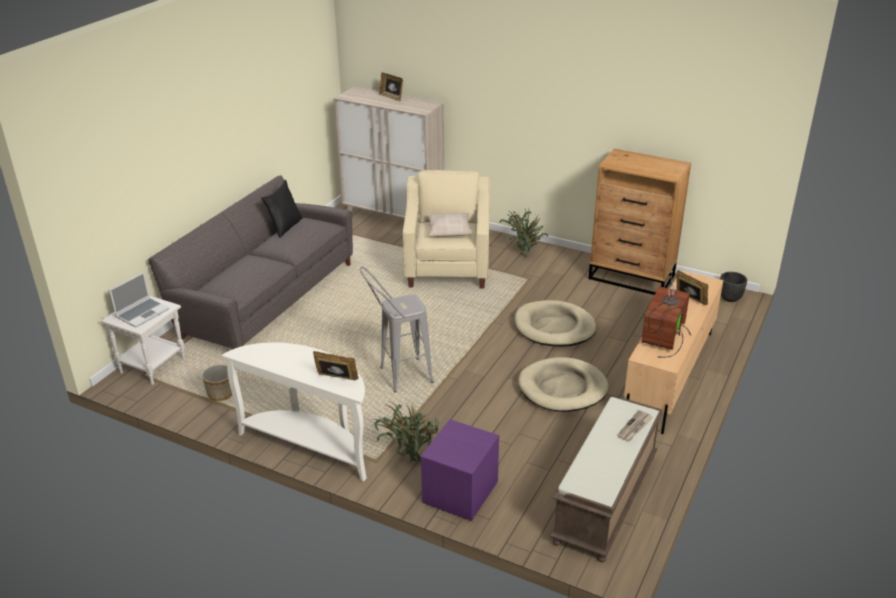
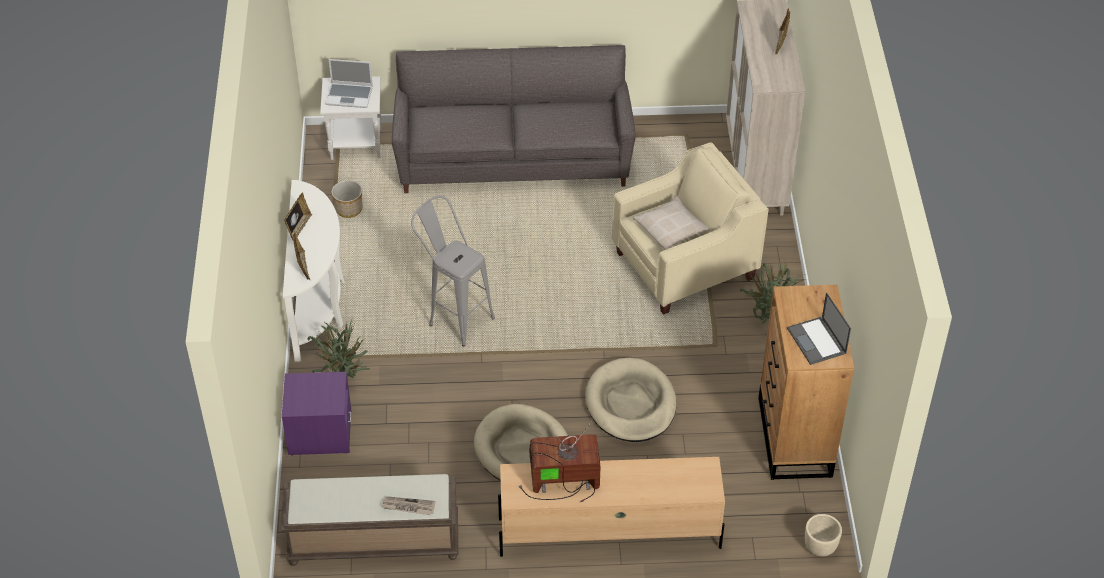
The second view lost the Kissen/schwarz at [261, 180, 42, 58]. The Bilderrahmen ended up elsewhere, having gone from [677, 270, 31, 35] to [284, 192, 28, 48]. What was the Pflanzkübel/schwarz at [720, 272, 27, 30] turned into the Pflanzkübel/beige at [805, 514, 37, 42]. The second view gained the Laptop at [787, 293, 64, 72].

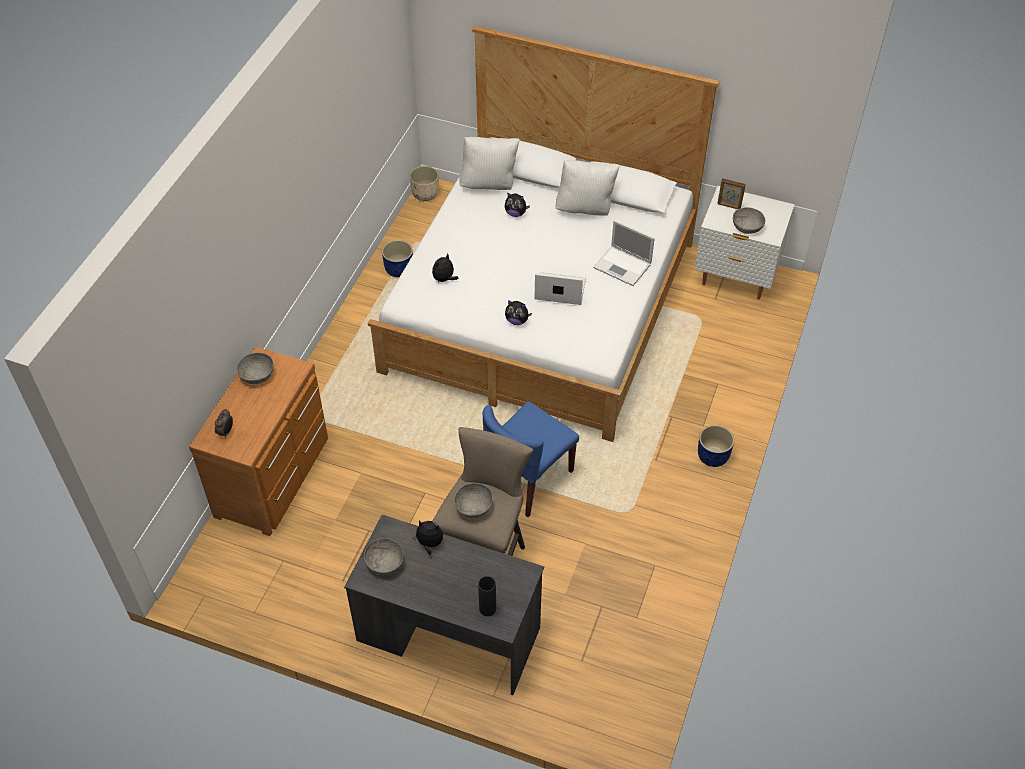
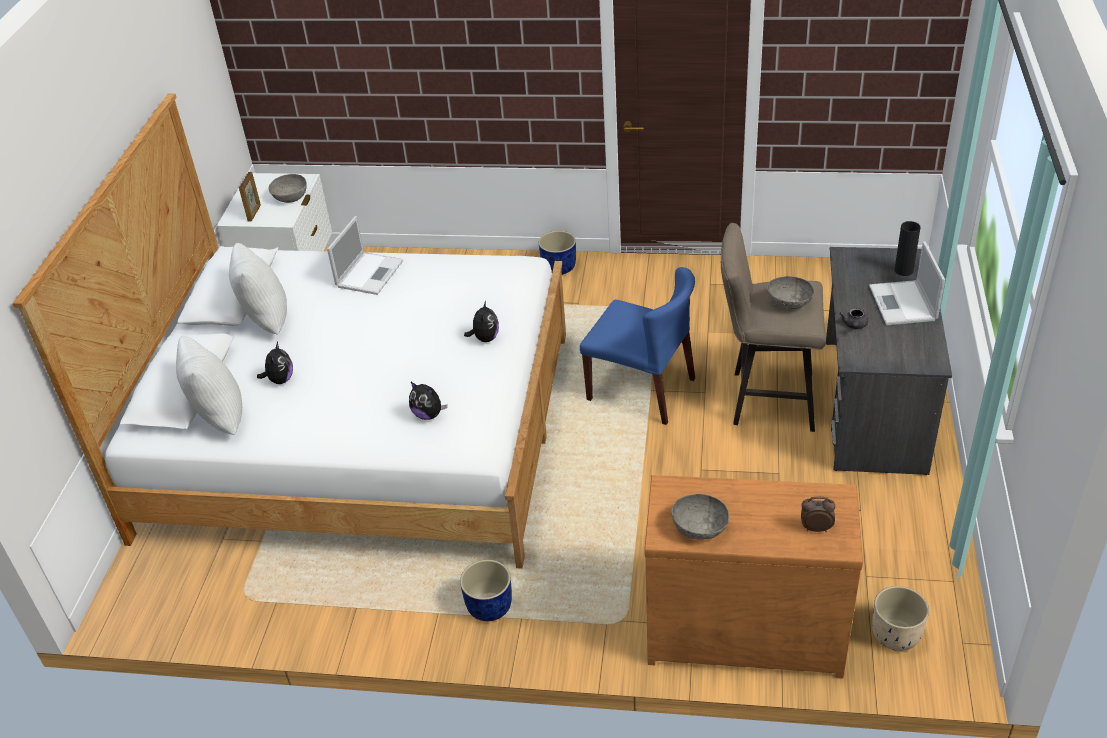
The Pflanzkübel/beige ended up elsewhere, having gone from [410, 166, 29, 35] to [872, 586, 57, 65]. The Pflanzkübel/blau ended up elsewhere, having gone from [382, 240, 31, 37] to [460, 560, 52, 61]. The Laptop ended up elsewhere, having gone from [535, 272, 51, 33] to [869, 241, 76, 84]. Where the Plüschtier stood at [412, 521, 31, 34], the Teekanne/grau came to stand at [839, 308, 29, 21]. The second view lost the Schüssel/grau at [364, 538, 39, 37].

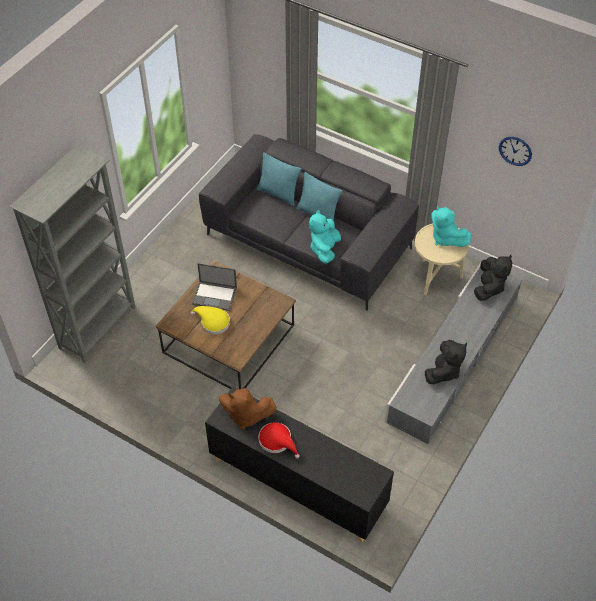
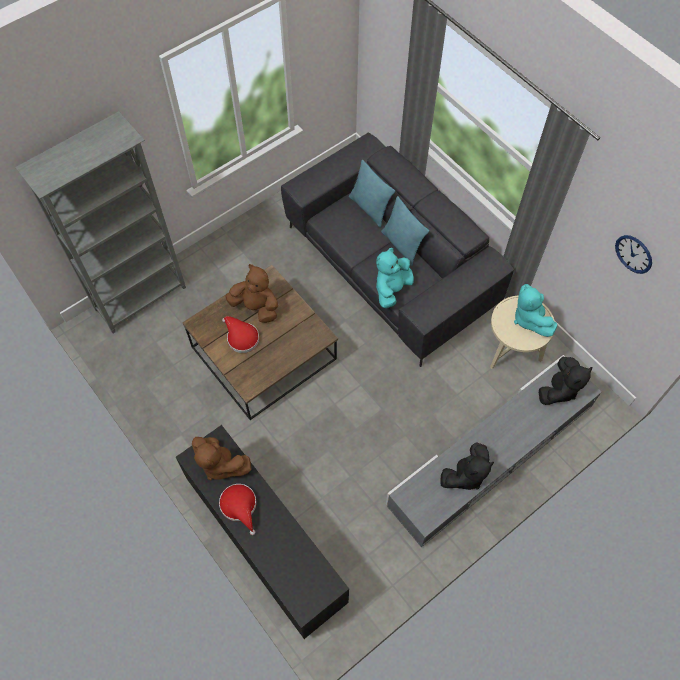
Where the Laptop stood at [192, 263, 45, 48], the Plüschtier/braun came to stand at [225, 264, 53, 59]. What was the Hut/gelb at [191, 306, 39, 28] turned into the Hut/rot at [222, 316, 37, 37].

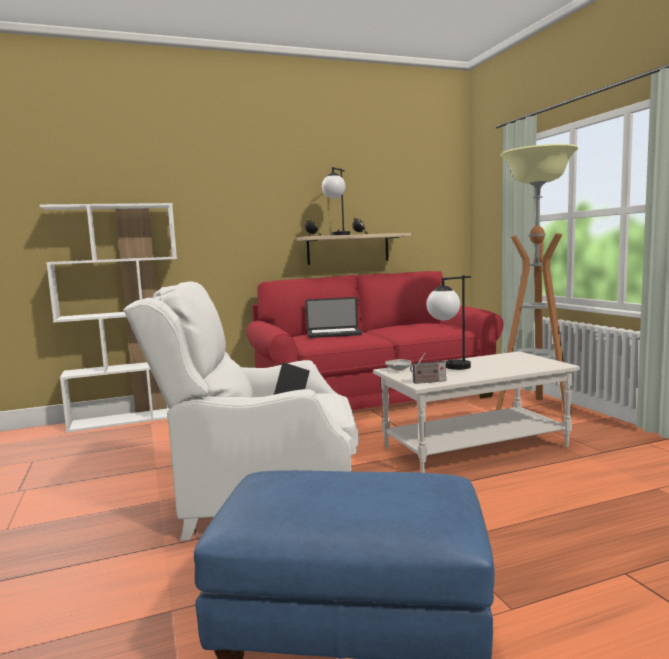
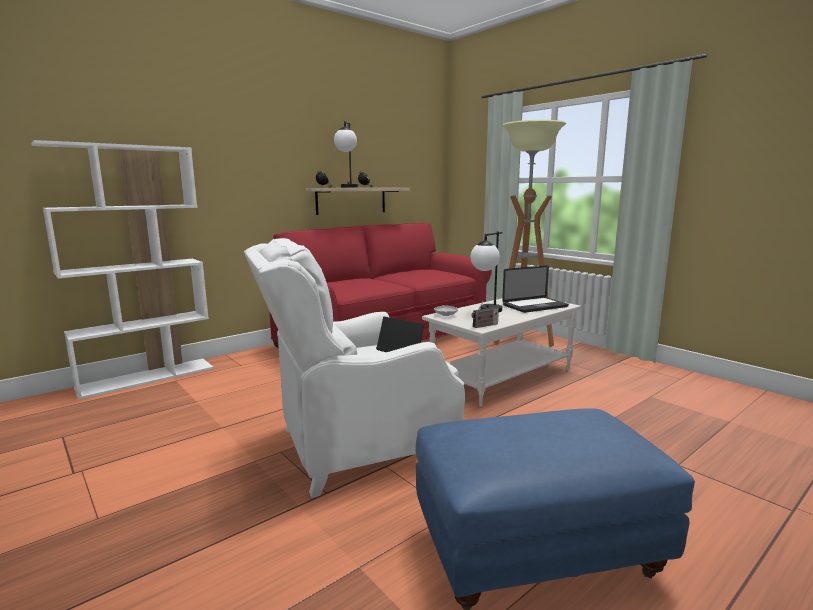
The Laptop ended up elsewhere, having gone from [305, 297, 57, 41] to [502, 265, 67, 48].

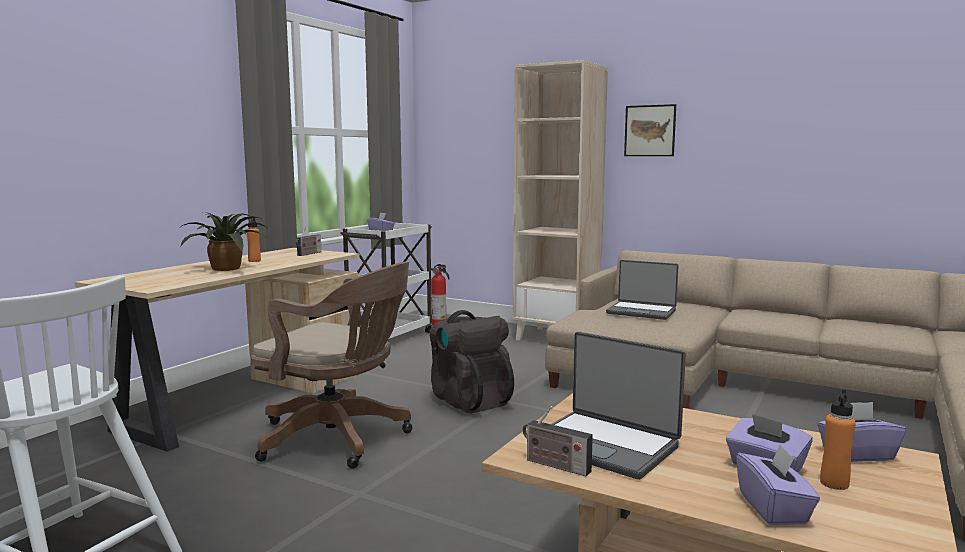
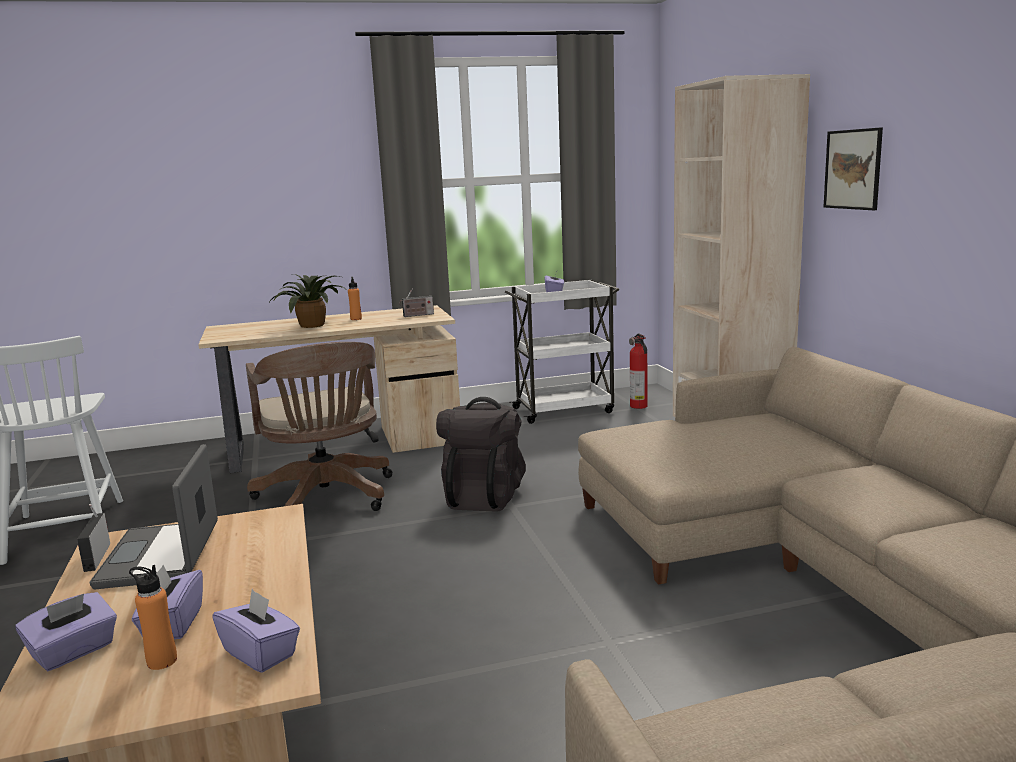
The second view lost the Laptop at [606, 260, 73, 60].

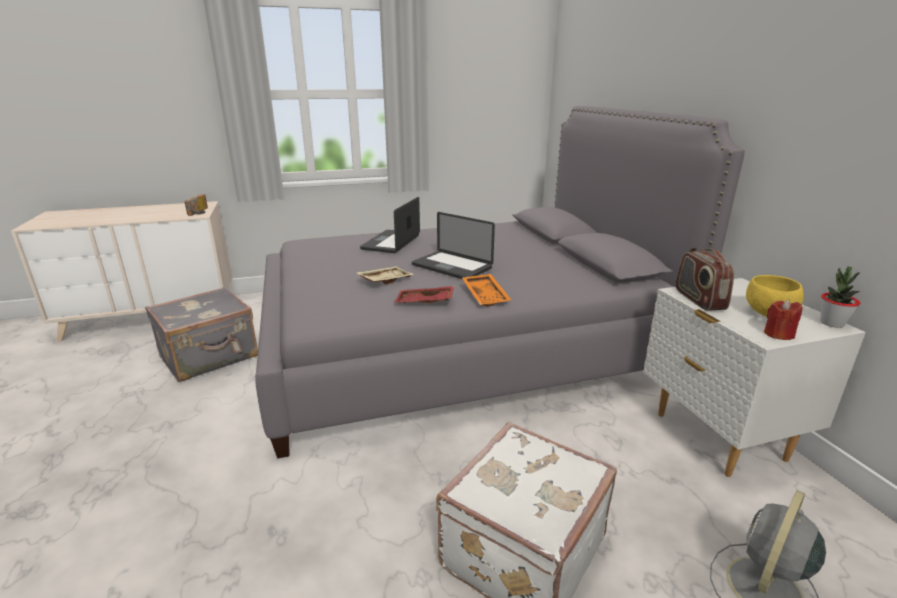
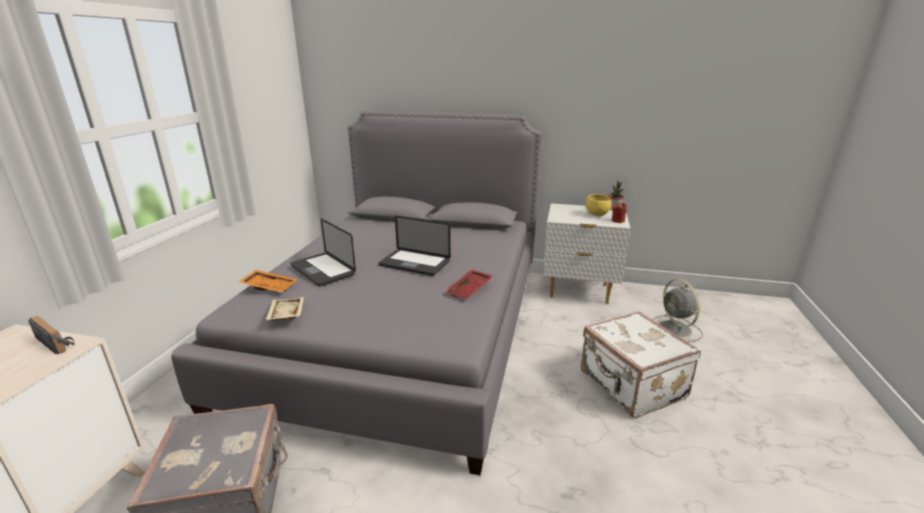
The Laptop at [412, 212, 83, 67] ended up facing another way, 45 degrees clockwise from before. The second view lost the Radio at [675, 248, 59, 63]. The Tablett/beige ended up elsewhere, having gone from [356, 266, 59, 18] to [265, 297, 39, 24]. The Tablett/orange ended up elsewhere, having gone from [462, 274, 49, 33] to [239, 270, 58, 23].

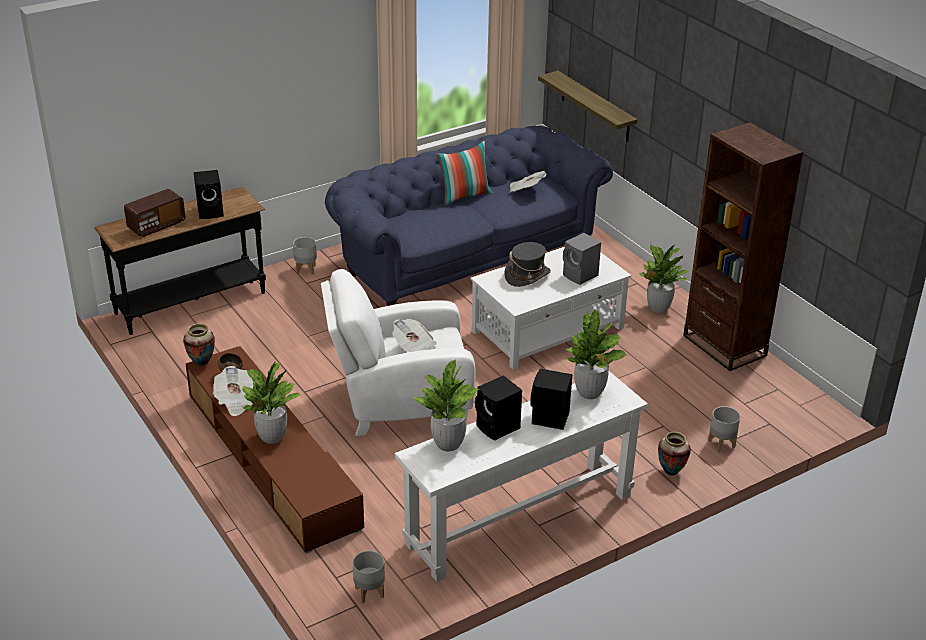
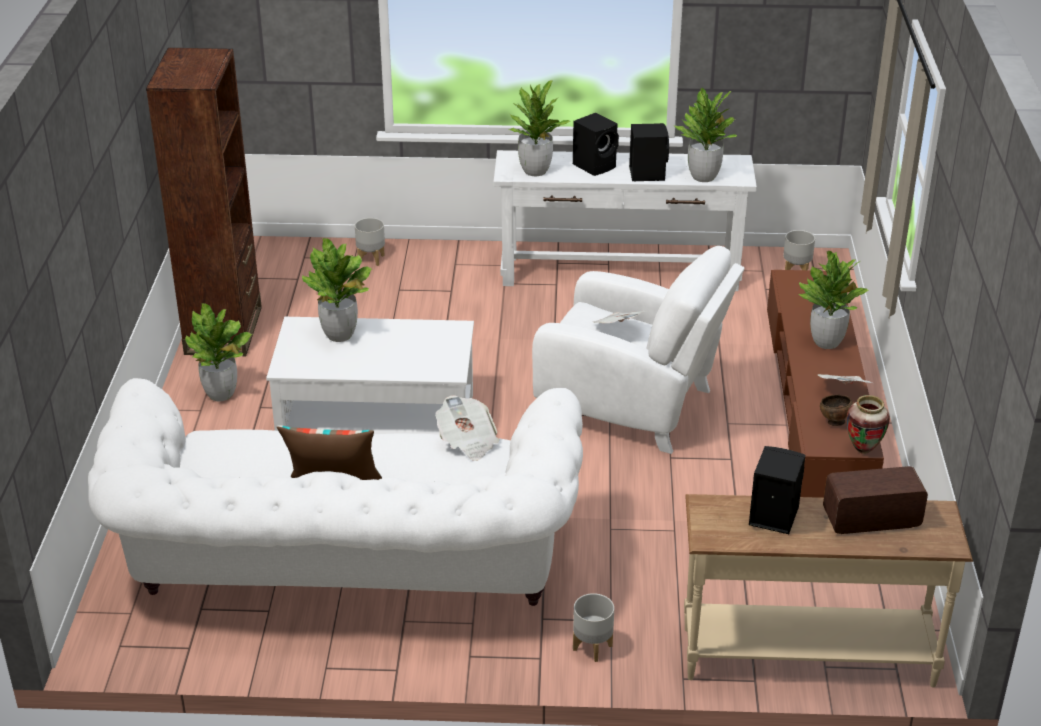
The second view lost the Wandregal at [538, 71, 99, 71]. What was the Sofa/blau at [325, 126, 288, 180] turned into the Sofa/weiß at [88, 378, 495, 228]. The Zeitung ended up elsewhere, having gone from [510, 171, 37, 21] to [435, 395, 65, 66]. What was the Konsolentisch/schwarz at [94, 187, 172, 148] turned into the Konsolentisch/beige at [684, 494, 289, 193]. Where the Lautsprecher/grau stood at [563, 233, 38, 52], the Topfpflanze came to stand at [302, 238, 70, 104]. The second view lost the Hut/grau at [504, 242, 47, 45]. The second view lost the Vase at [658, 432, 33, 44].

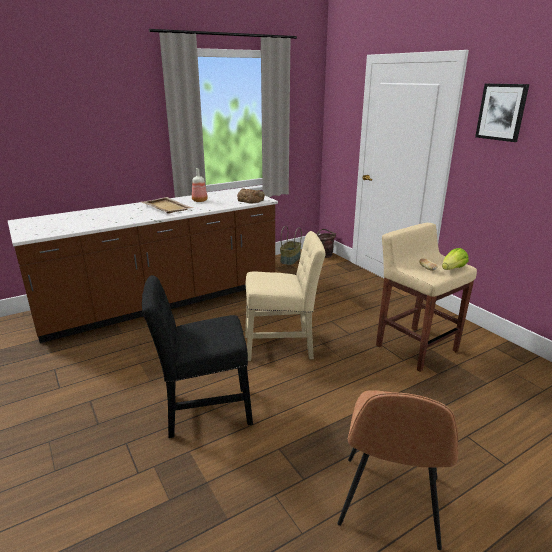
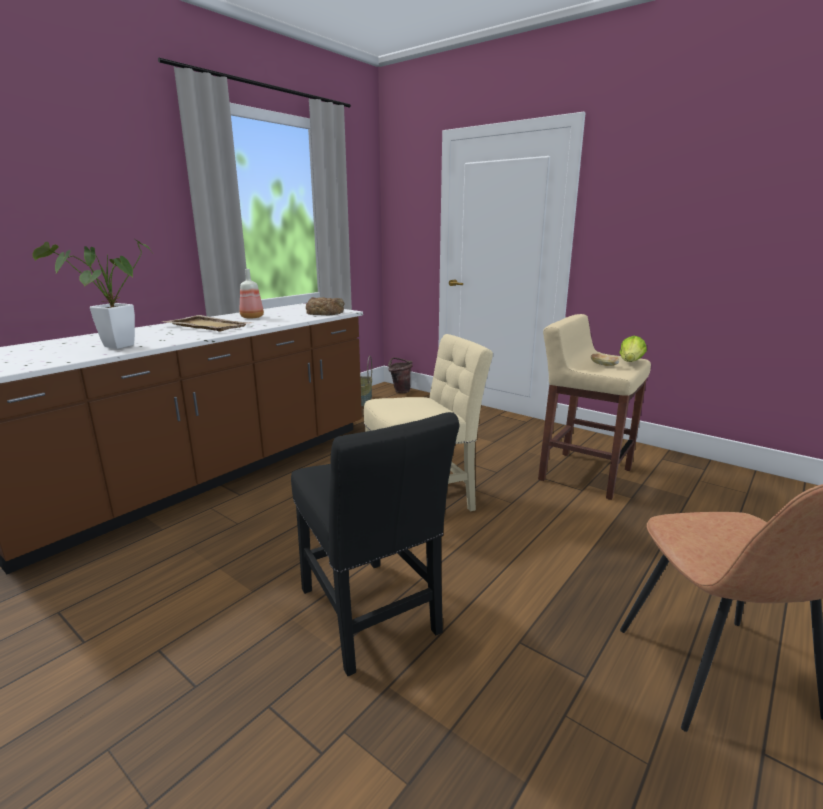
The second view lost the Bild at [475, 84, 54, 58]. The Stuhl/schwarz at [142, 275, 111, 163] ended up facing another way, 90 degrees counterclockwise from before. The second view gained the Topfpflanze at [32, 239, 120, 110].

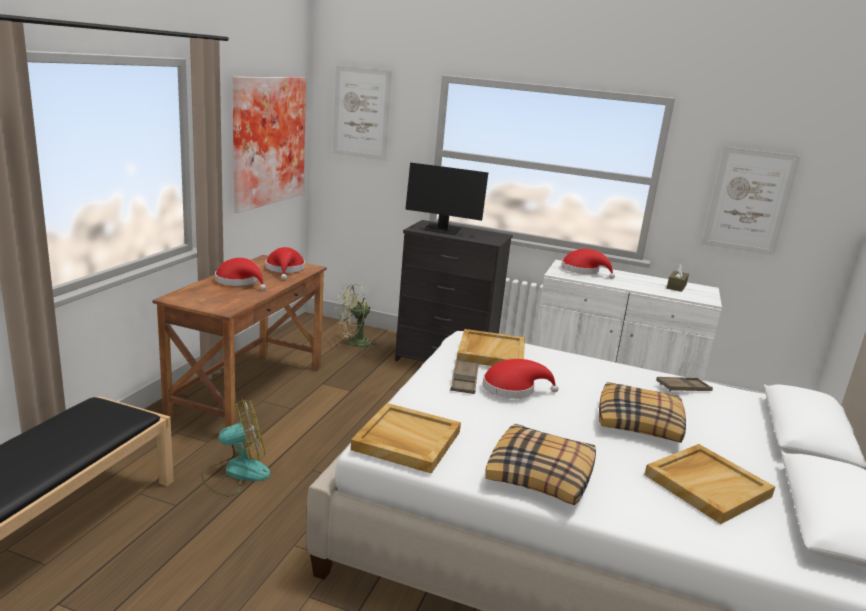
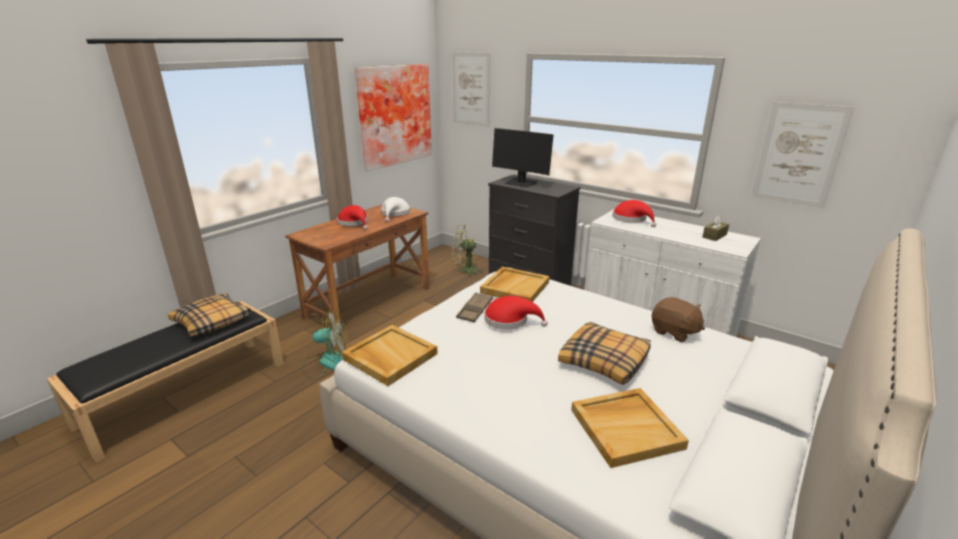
What was the Hut/rot at [266, 247, 39, 33] turned into the Hut/weiß at [381, 197, 29, 25]. Where the Tablett/braun stood at [656, 377, 57, 15], the Plüschtier/braun came to stand at [652, 297, 53, 45]. The Kissen ended up elsewhere, having gone from [485, 424, 111, 81] to [168, 293, 83, 44].

